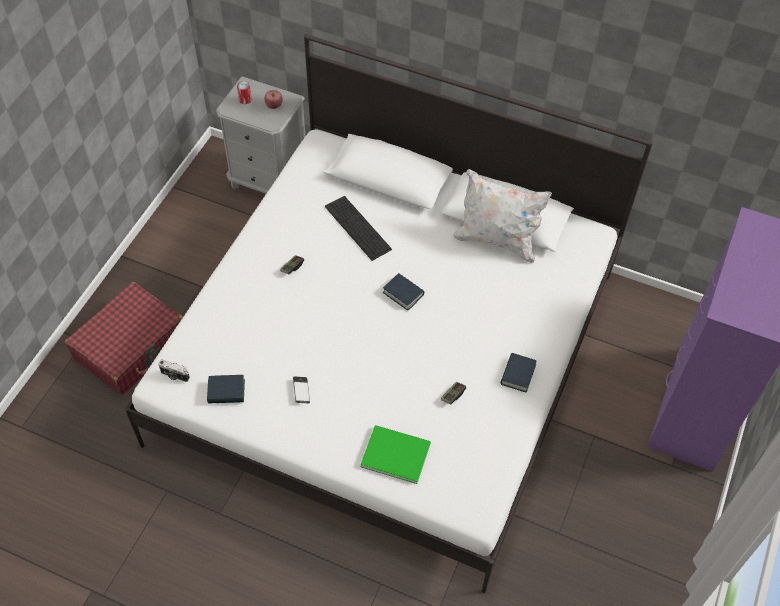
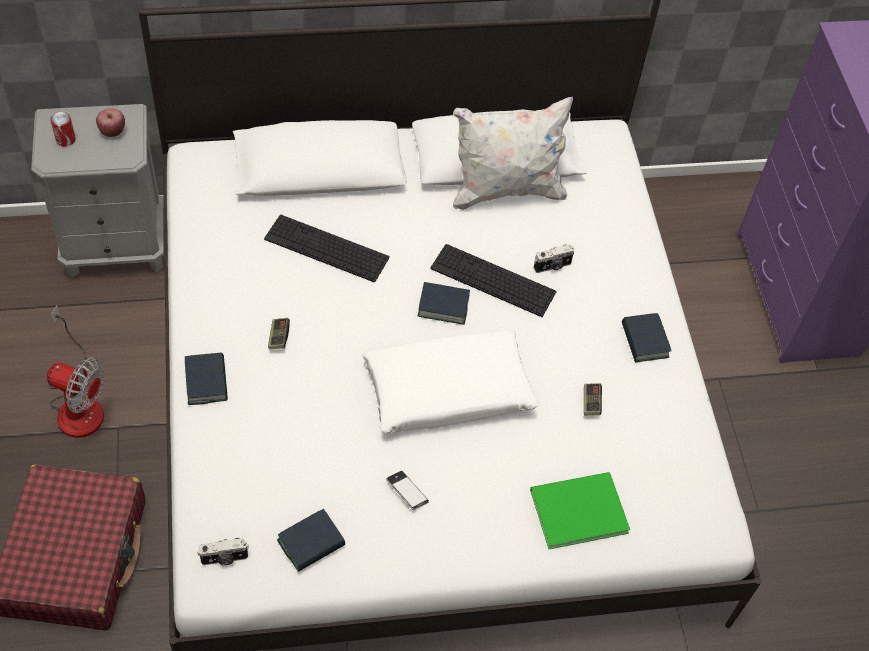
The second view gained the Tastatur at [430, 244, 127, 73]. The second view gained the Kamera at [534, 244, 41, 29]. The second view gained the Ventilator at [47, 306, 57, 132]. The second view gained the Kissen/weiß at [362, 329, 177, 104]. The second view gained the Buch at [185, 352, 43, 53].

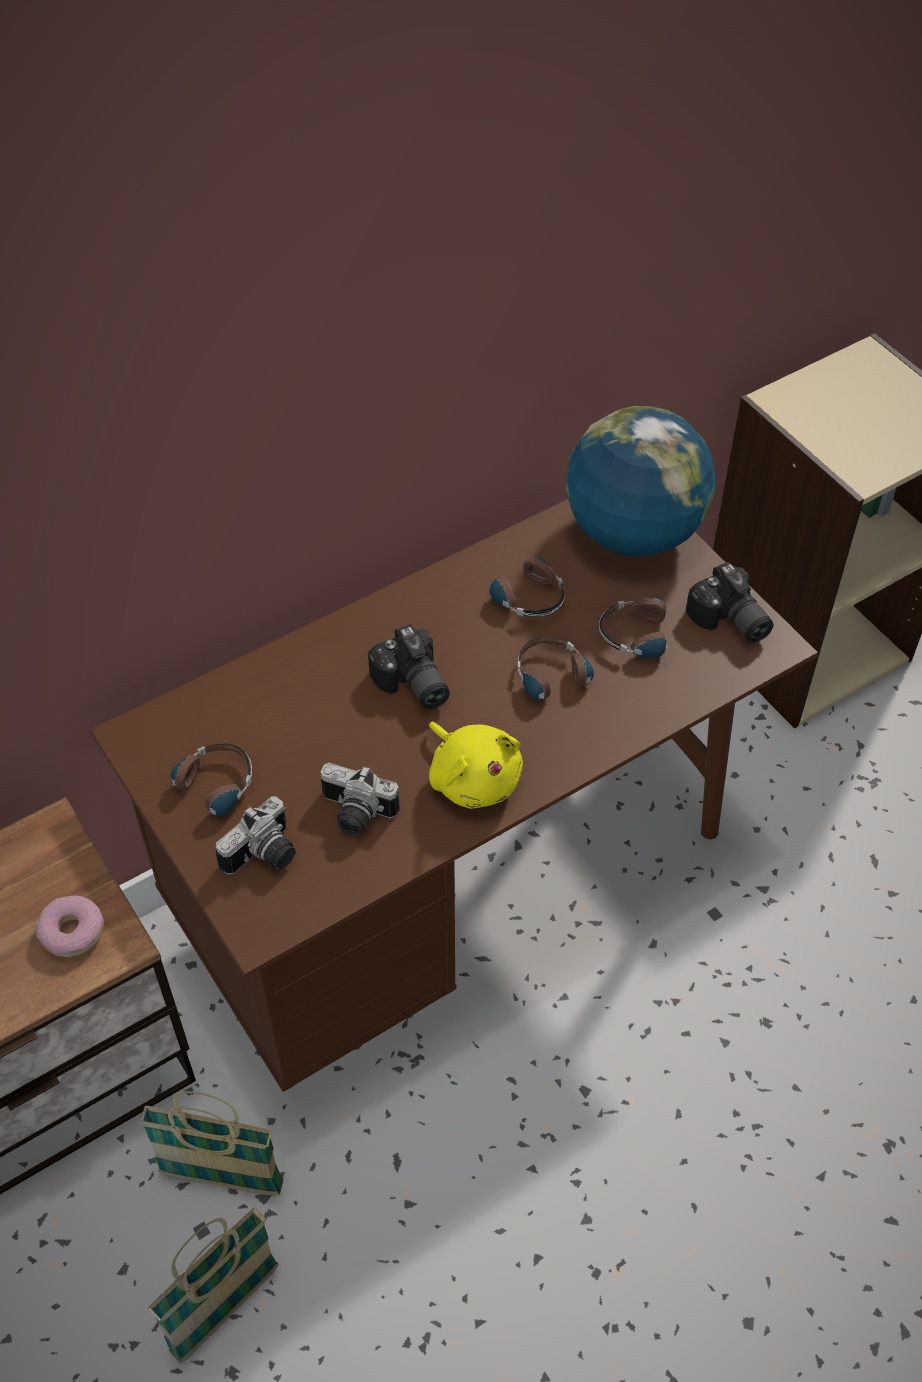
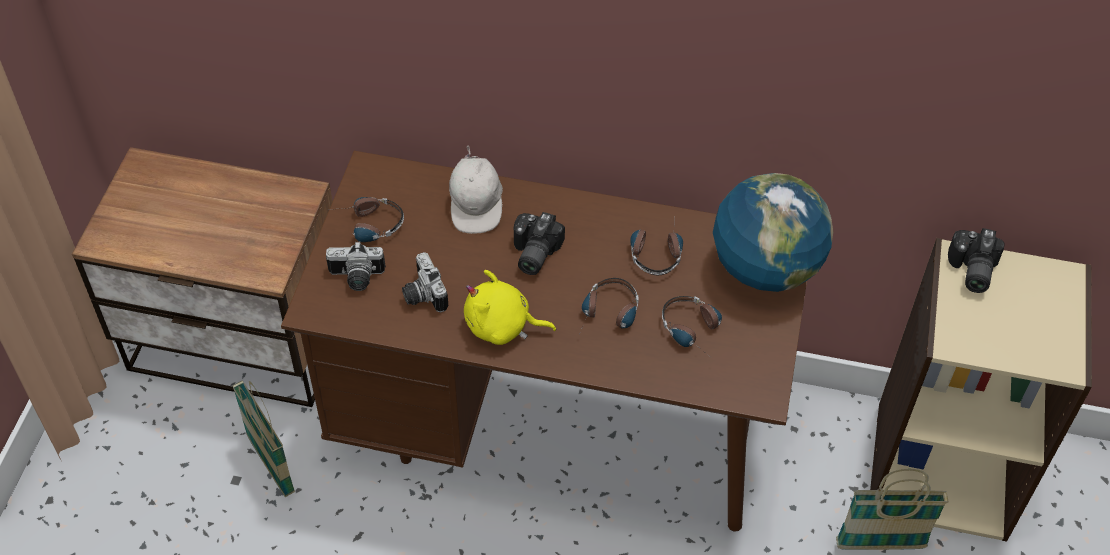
The Kamera ended up elsewhere, having gone from [686, 562, 87, 80] to [948, 228, 57, 65]. The Plüschtier/gelb at [429, 722, 94, 87] ended up facing another way, 90 degrees clockwise from before. The second view lost the Donut at [36, 895, 68, 62]. The Korb ended up elsewhere, having gone from [148, 1207, 131, 157] to [836, 469, 113, 81]. The second view gained the Kappe/weiß at [449, 145, 54, 89].

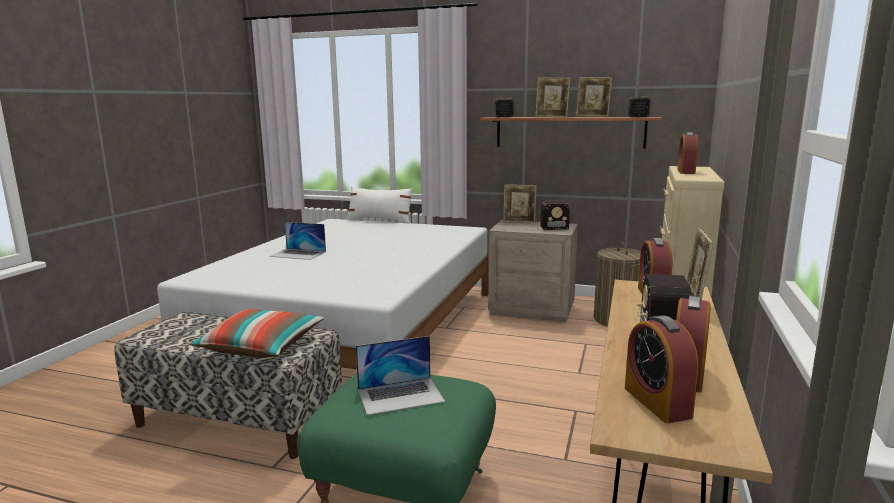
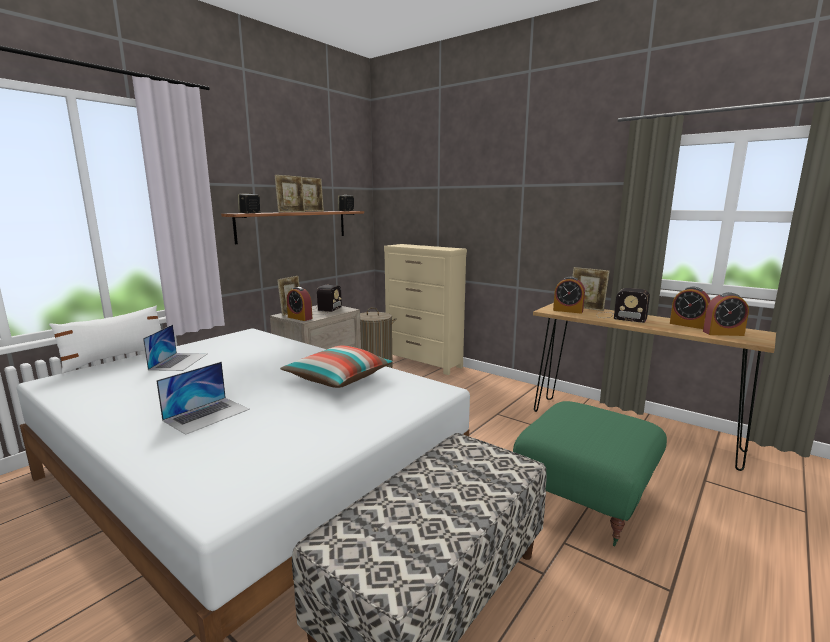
The Wecker ended up elsewhere, having gone from [677, 132, 21, 42] to [287, 287, 25, 34]. The Kissen ended up elsewhere, having gone from [190, 309, 134, 49] to [280, 345, 113, 43]. The Laptop ended up elsewhere, having gone from [356, 336, 89, 79] to [143, 324, 65, 47].

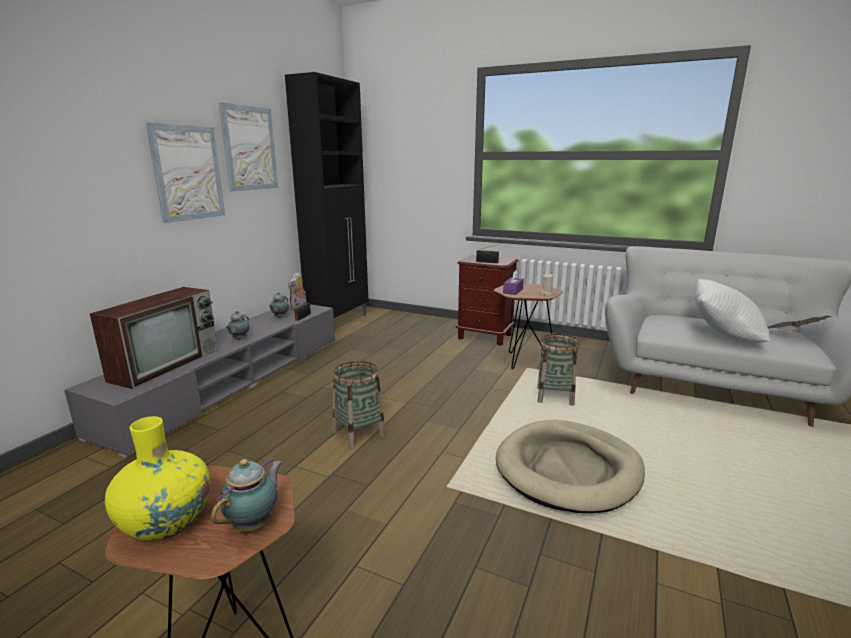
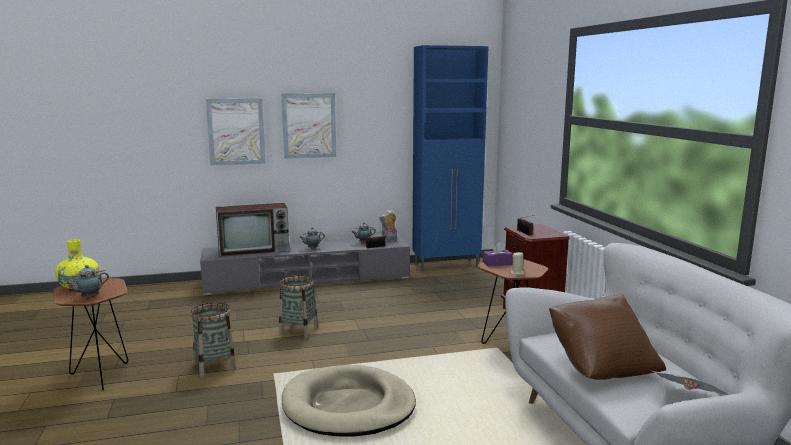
What was the Schrank/schwarz at [285, 72, 84, 246] turned into the Schrank/blau at [412, 45, 77, 227]. The Bild ended up elsewhere, having gone from [219, 102, 59, 89] to [206, 98, 60, 68]. What was the Kissen/weiß at [695, 279, 75, 64] turned into the Kissen/braun at [549, 294, 117, 86]. The Korb ended up elsewhere, having gone from [537, 334, 43, 72] to [190, 302, 46, 75]. The Teekanne at [211, 458, 71, 73] ended up facing another way, 150 degrees clockwise from before.

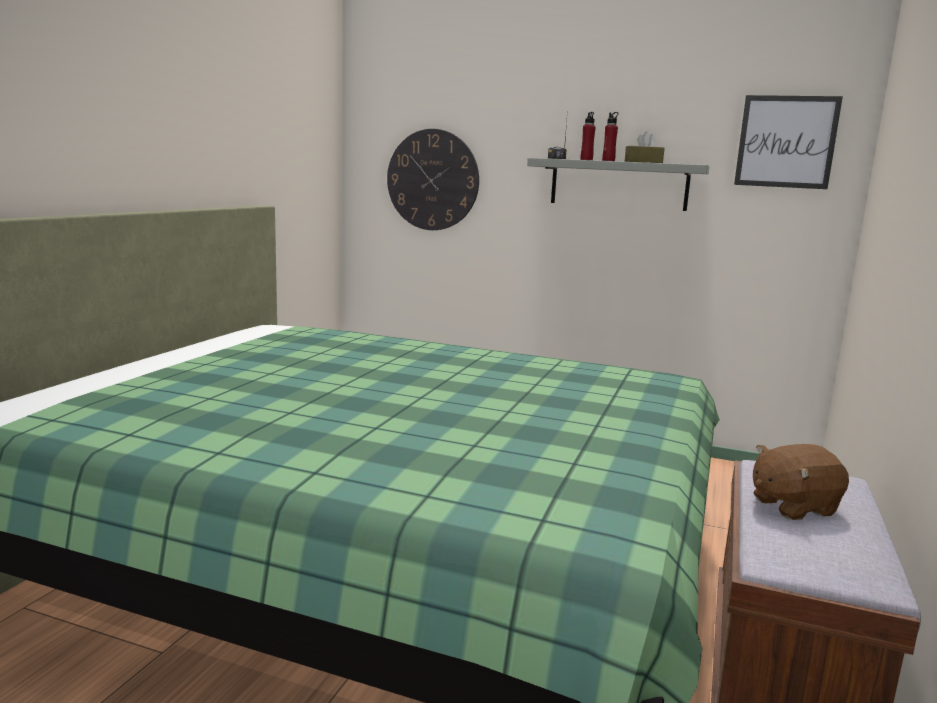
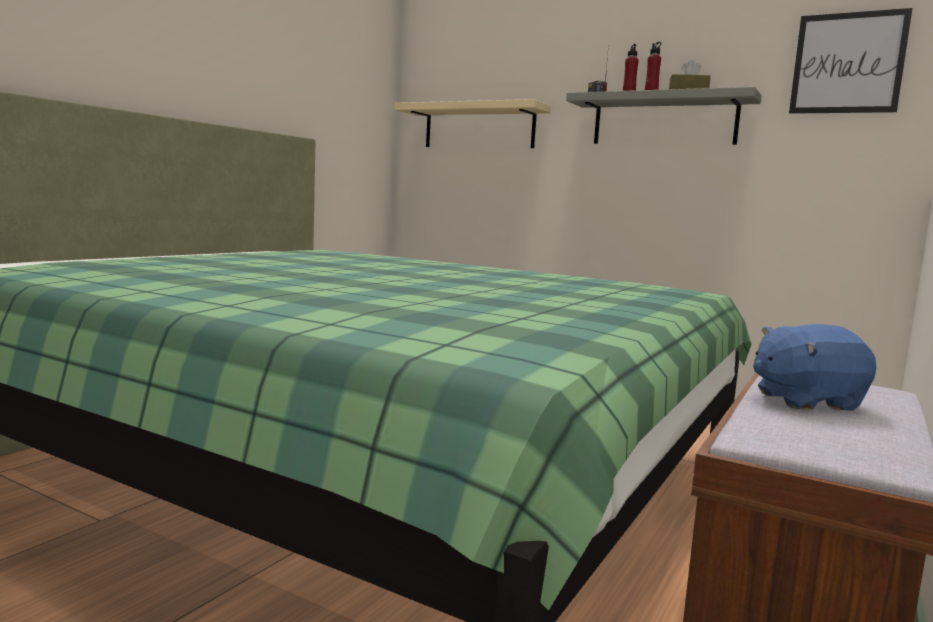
Where the Wanduhr hung at [387, 129, 92, 101], the Wandregal/beige came to hang at [394, 99, 157, 49]. What was the Plüschtier/braun at [753, 444, 96, 76] turned into the Plüschtier/blau at [753, 324, 124, 87].

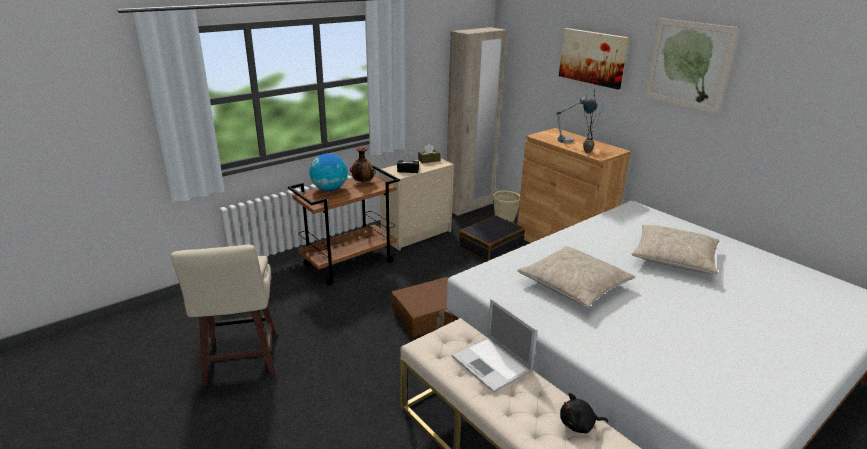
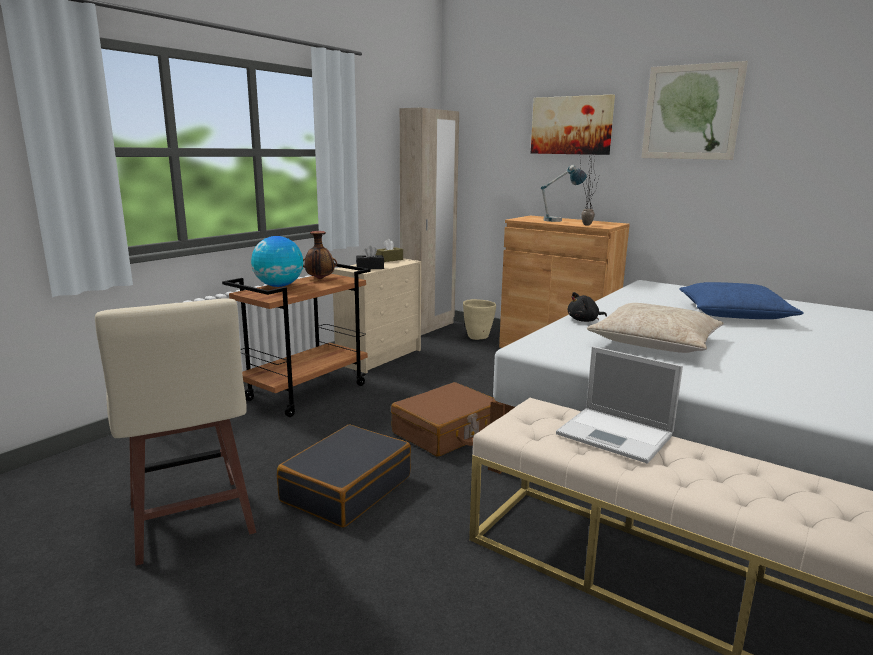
The Koffer/schwarz ended up elsewhere, having gone from [459, 215, 66, 46] to [277, 425, 134, 102]. What was the Kissen/beige at [632, 225, 88, 49] turned into the Kissen/blau at [679, 282, 125, 37]. The Plüschtier/schwarz ended up elsewhere, having gone from [560, 393, 48, 40] to [568, 292, 39, 30].

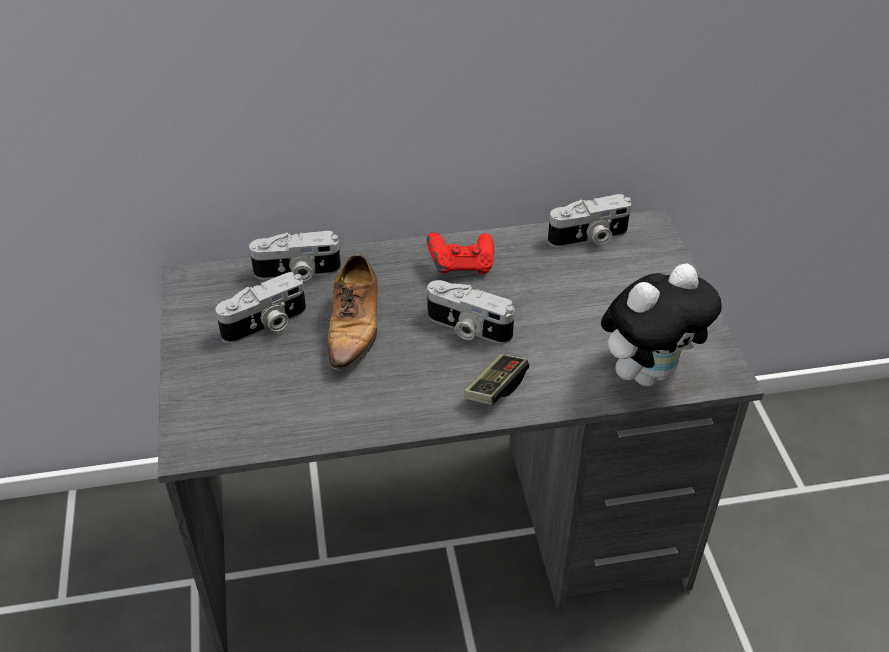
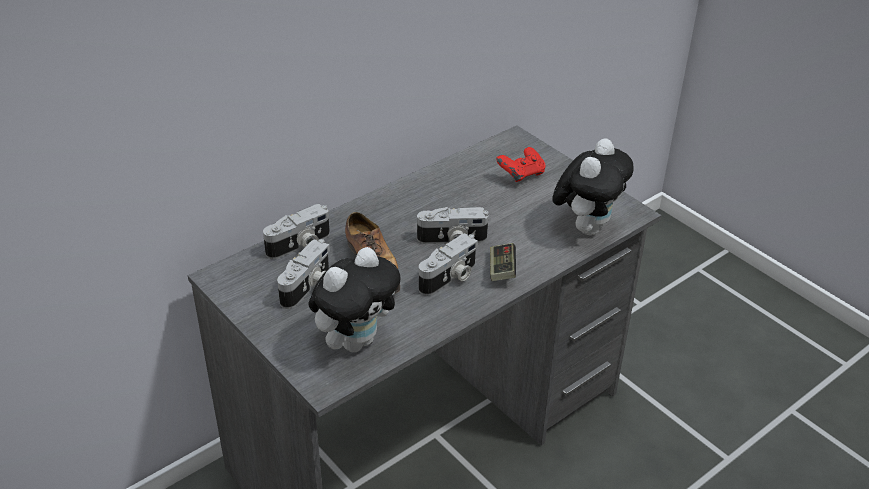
The Kamera ended up elsewhere, having gone from [548, 194, 83, 54] to [419, 233, 59, 63]. The Gamepad/rot ended up elsewhere, having gone from [427, 232, 67, 42] to [496, 147, 50, 35]. The second view gained the Plüschtier at [309, 247, 92, 105].

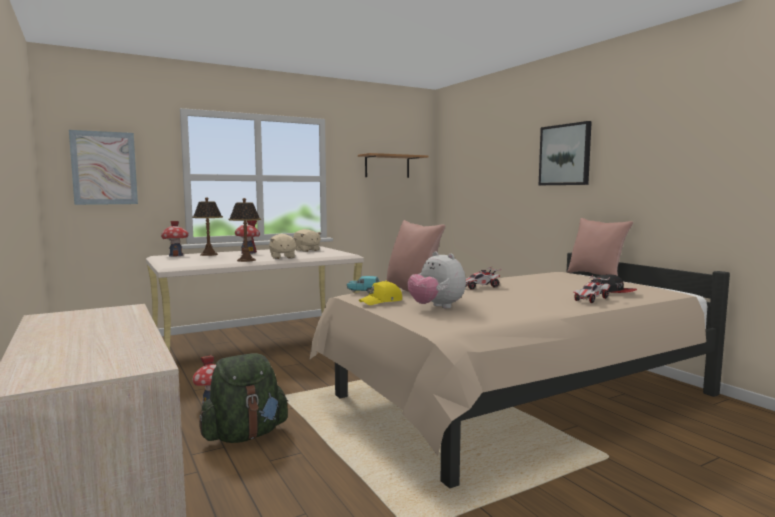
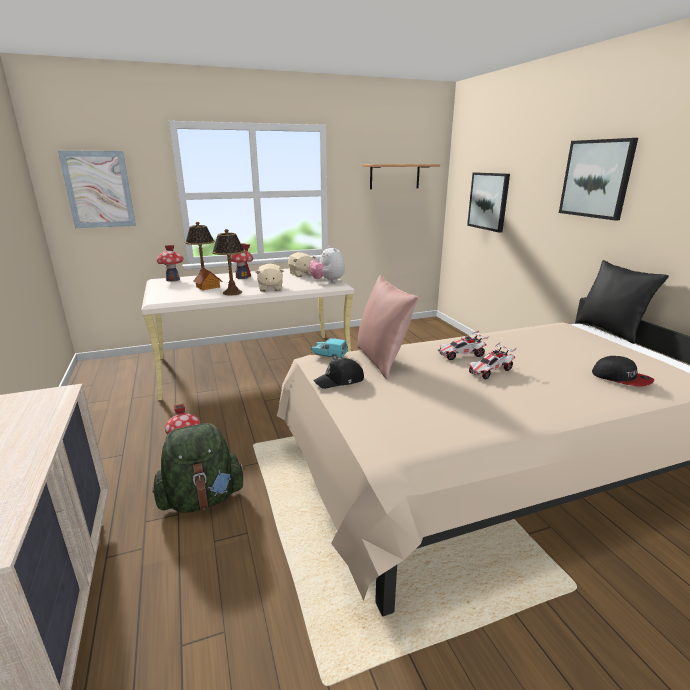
What was the Kissen/rosa at [567, 218, 66, 58] turned into the Kissen/schwarz at [576, 260, 93, 84]. The Plüschtier ended up elsewhere, having gone from [408, 251, 58, 58] to [309, 246, 36, 37]. The Spielzeugauto ended up elsewhere, having gone from [573, 275, 37, 28] to [468, 342, 48, 37]. What was the Kappe/gelb at [359, 281, 43, 24] turned into the Kappe/schwarz at [313, 358, 51, 31]. The second view gained the Bild at [467, 172, 43, 60]. The second view gained the Spielzeughaus at [193, 268, 29, 22].

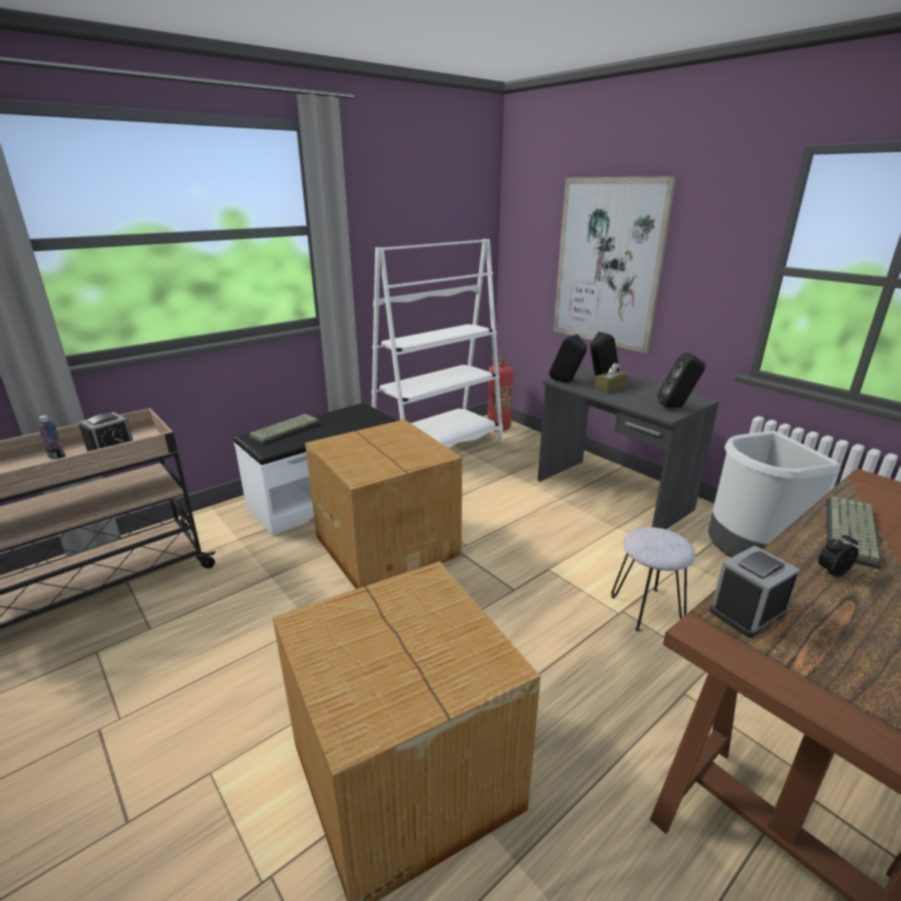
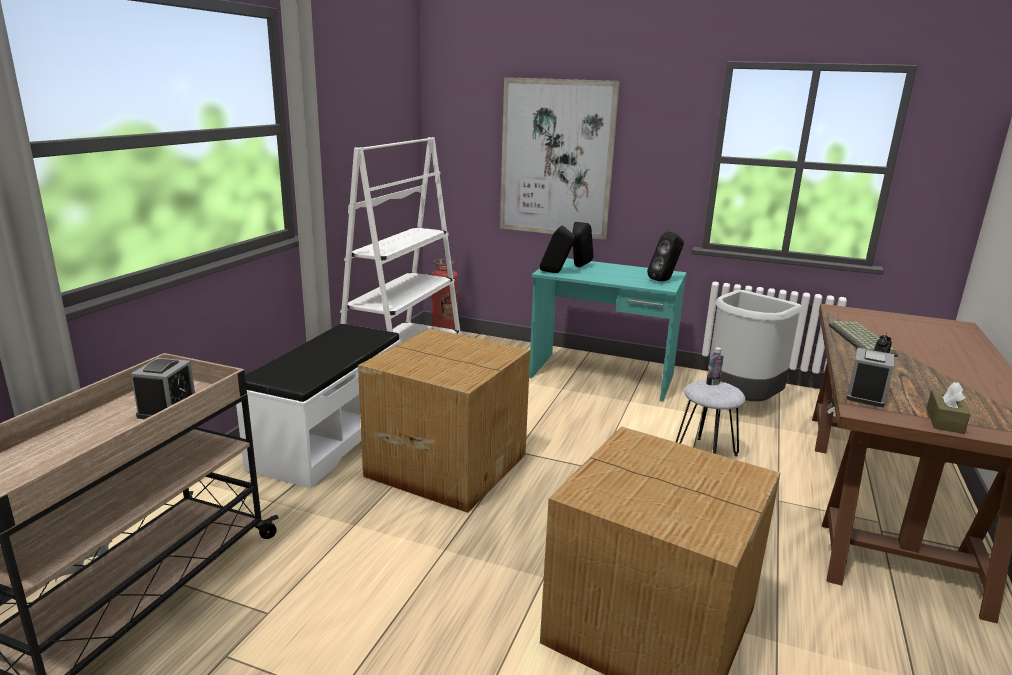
The Taschentuchbox/braun ended up elsewhere, having gone from [595, 363, 33, 30] to [927, 382, 44, 52]. What was the Schreibtisch/grau at [538, 366, 182, 163] turned into the Schreibtisch/türkis at [529, 258, 158, 144]. The second view lost the Tastatur at [248, 414, 73, 30]. The Flasche ended up elsewhere, having gone from [38, 415, 27, 44] to [706, 347, 18, 38].

